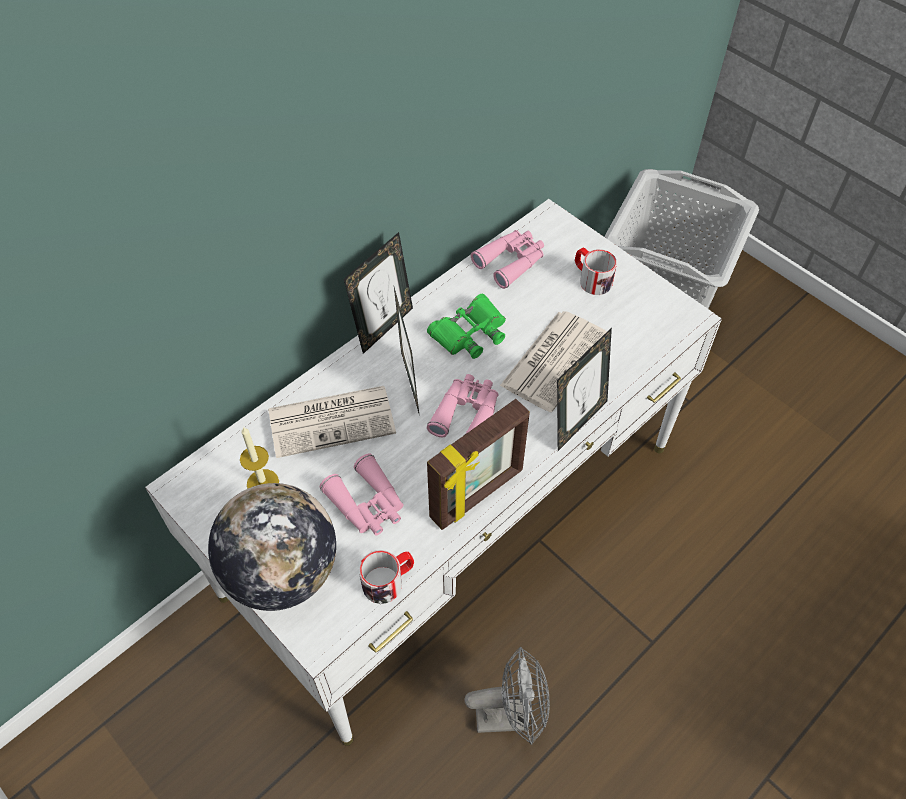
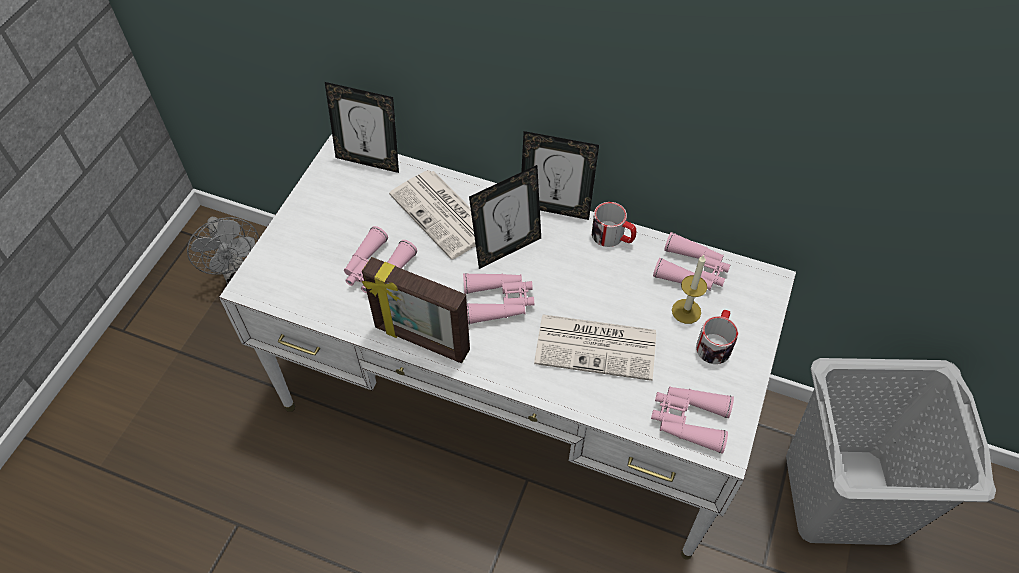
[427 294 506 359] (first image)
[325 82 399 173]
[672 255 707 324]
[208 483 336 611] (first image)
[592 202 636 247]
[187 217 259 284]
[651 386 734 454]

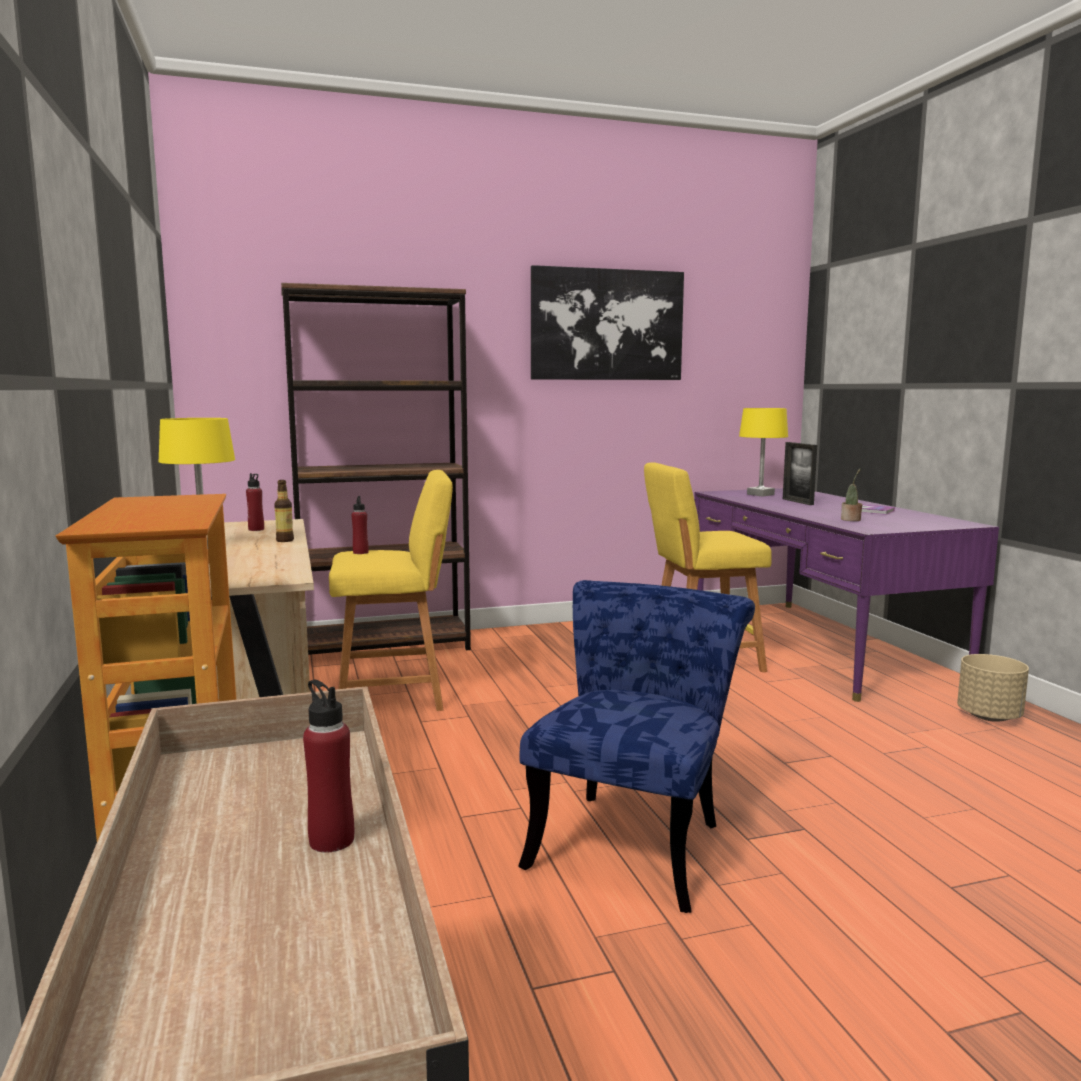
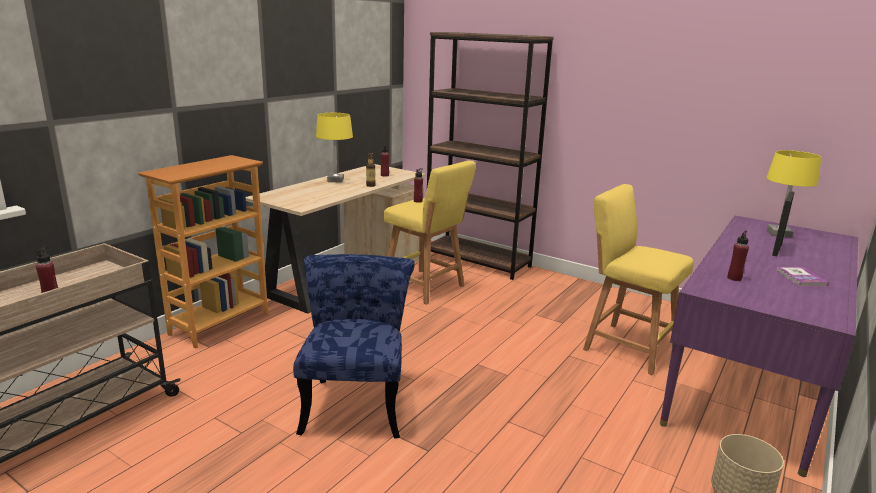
[531 265 684 380] (first image)
[727 230 749 281]
[293 254 415 439]

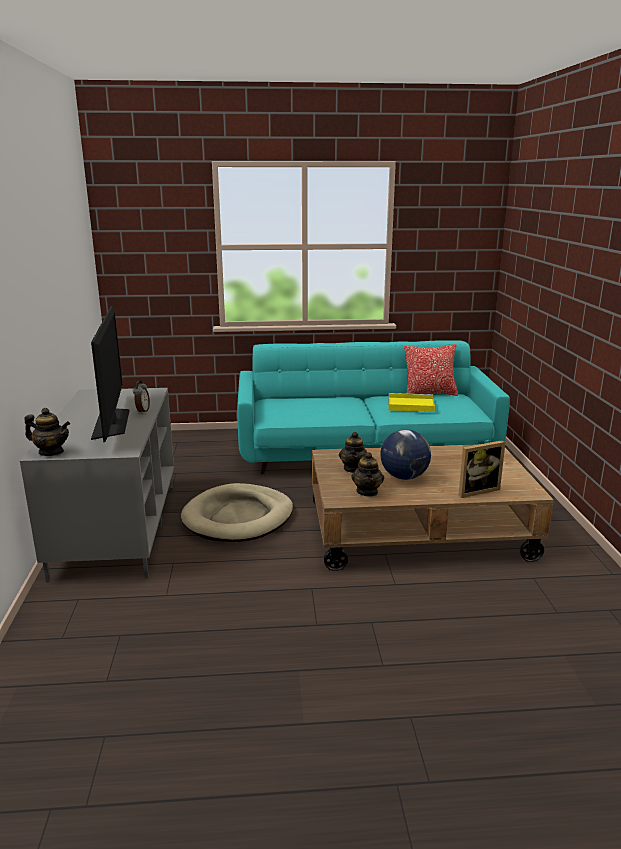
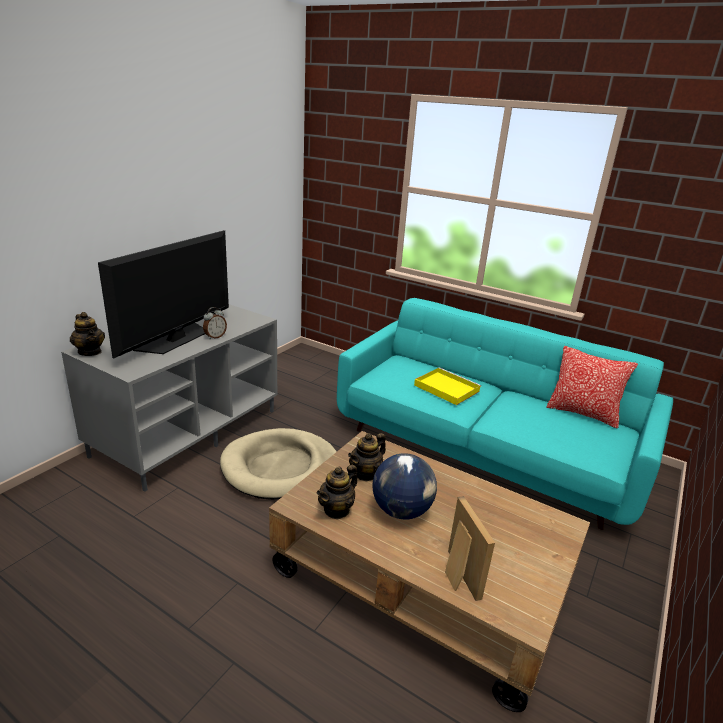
[414 367 481 405]
[445 496 495 601]

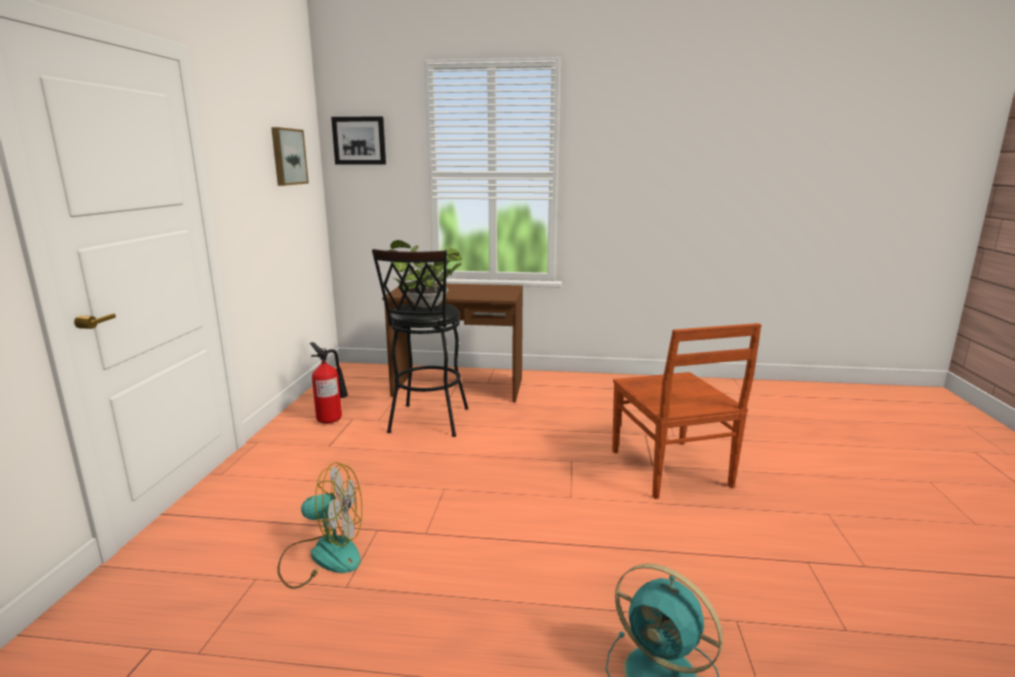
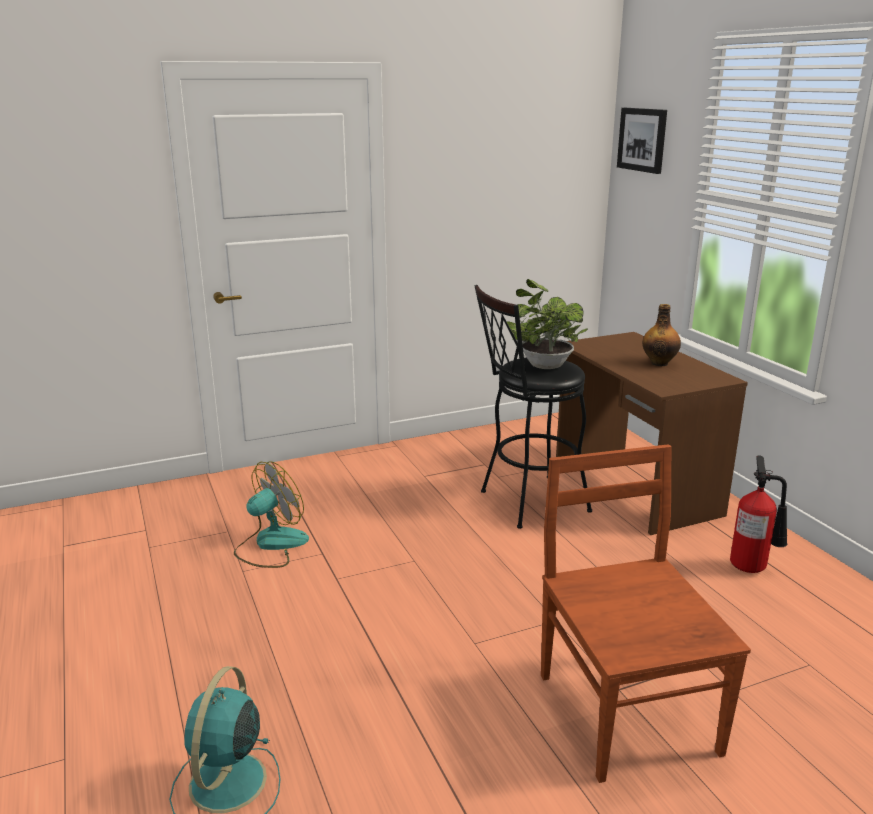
[271 127 309 186] (first image)
[541 444 751 783]
[730 456 787 573]
[234 461 309 568]
[642 304 681 366]

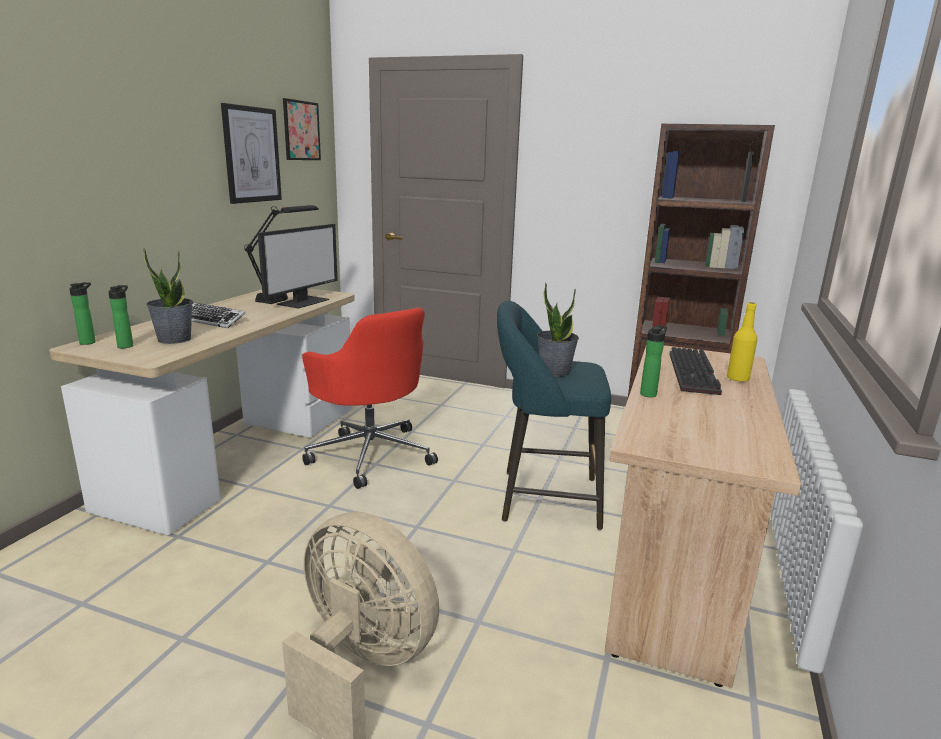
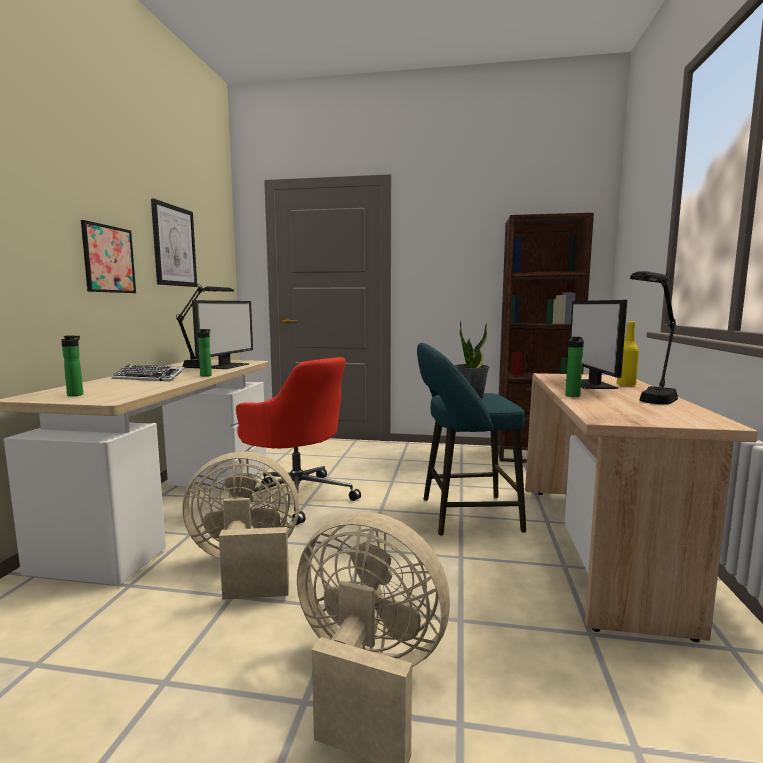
[81 220 136 293]
[143 248 193 344] (first image)
[198 329 212 377]
[570 300 627 389]
[630 271 678 404]
[182 452 299 600]

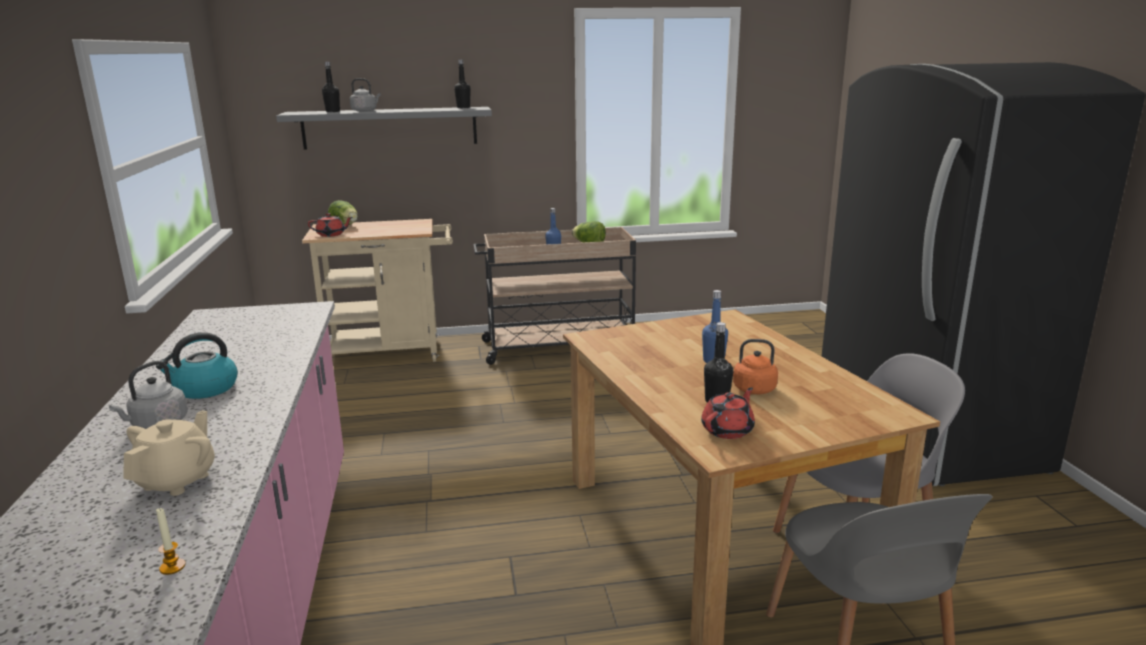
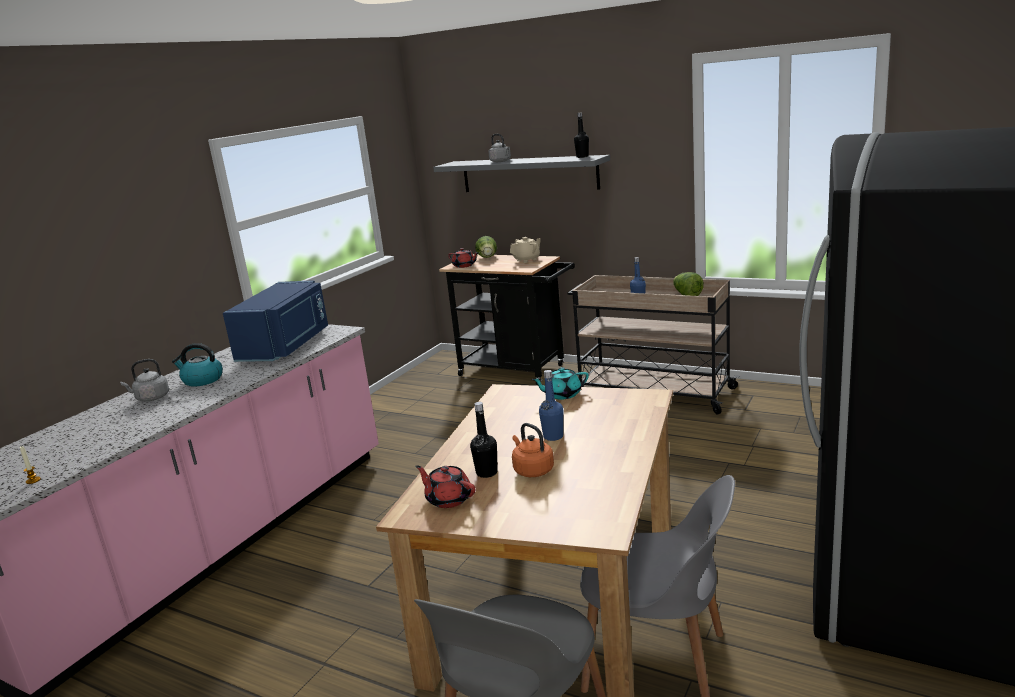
[322 62 340 112] (first image)
[439 254 575 385]
[415 466 475 508]
[510 237 541 263]
[223 280 328 362]
[531 367 589 400]

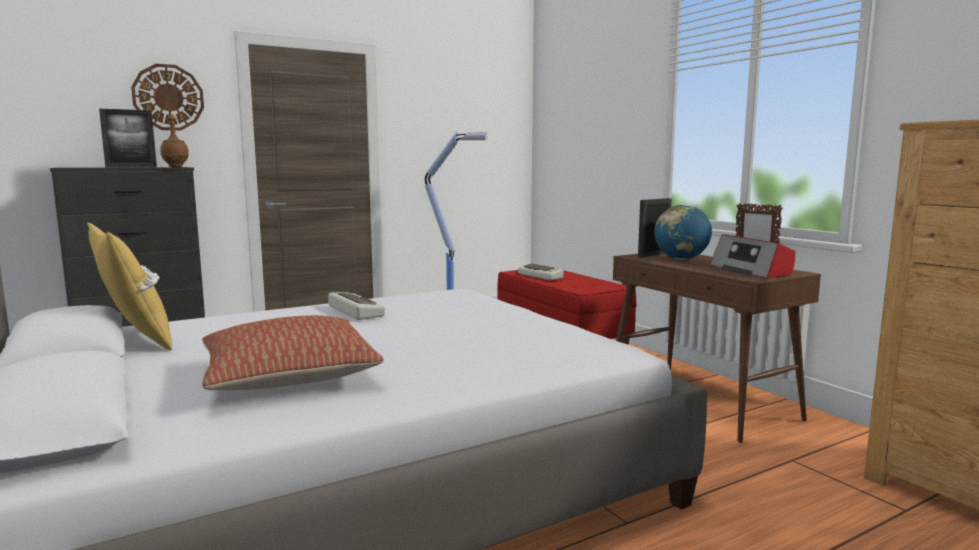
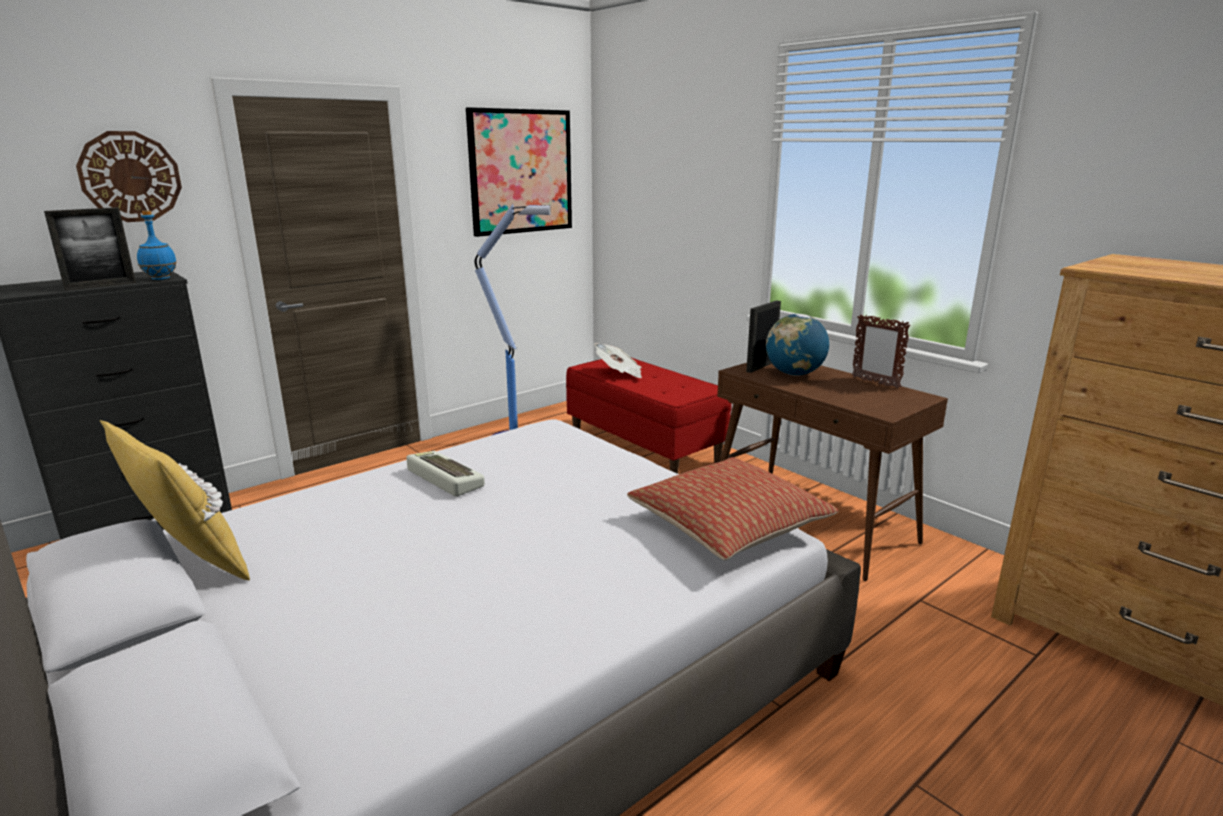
[137 210 177 280]
[710 234 796 278] (first image)
[594 343 642 378]
[627 457 838 560]
[466 107 572 237]

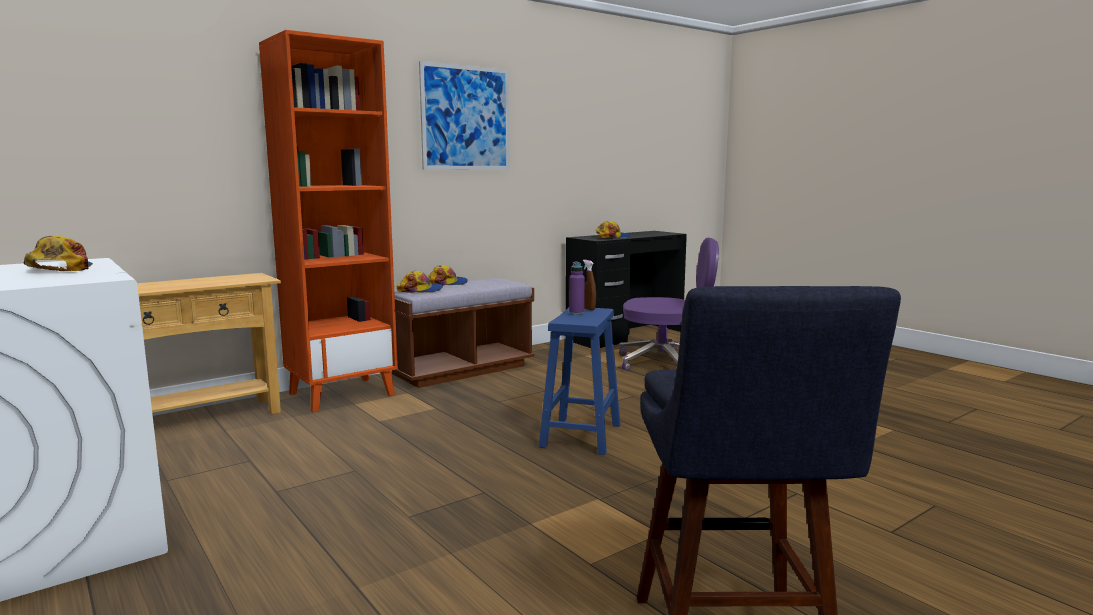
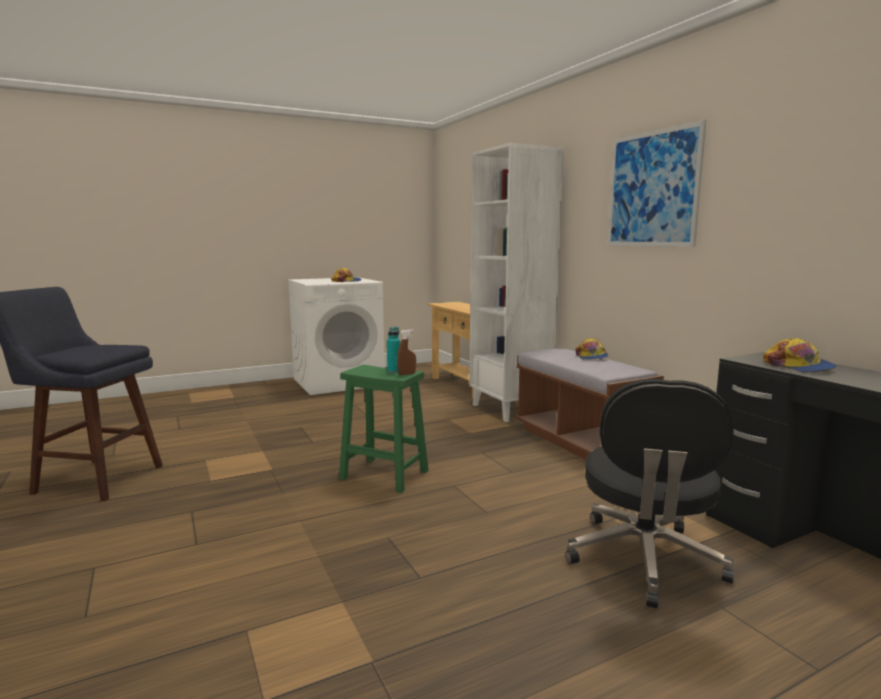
[469 143 564 422]
[565 379 735 609]
[387 327 400 373]
[397 271 443 293] (first image)
[339 365 429 493]

